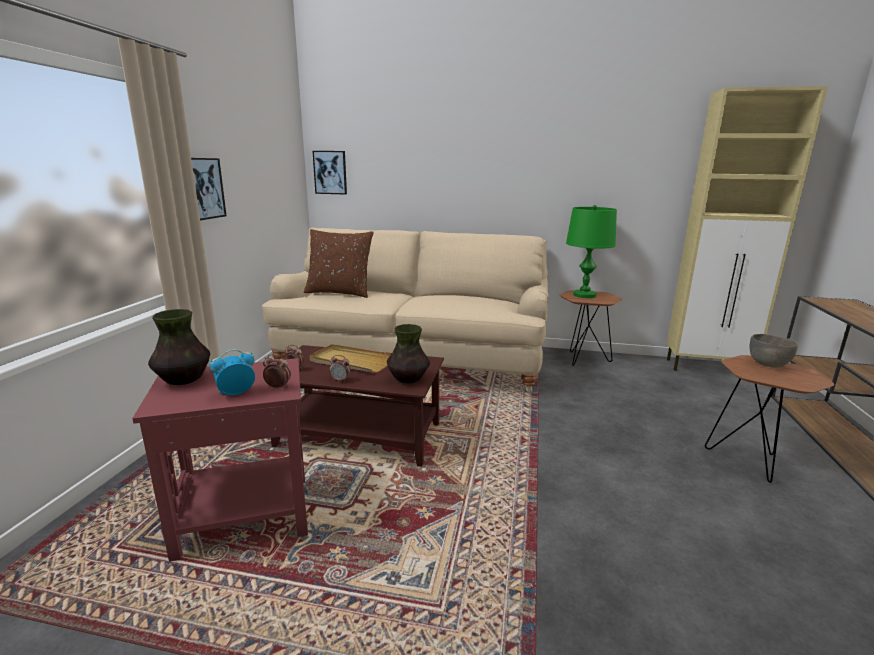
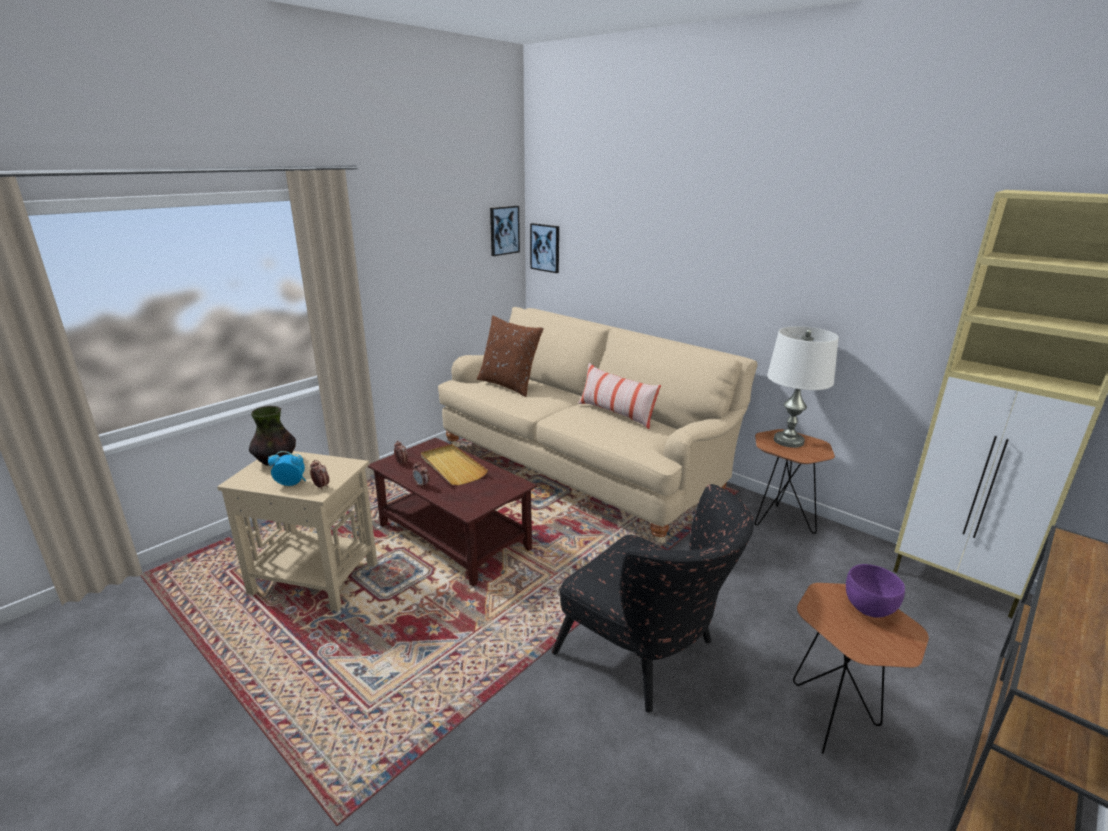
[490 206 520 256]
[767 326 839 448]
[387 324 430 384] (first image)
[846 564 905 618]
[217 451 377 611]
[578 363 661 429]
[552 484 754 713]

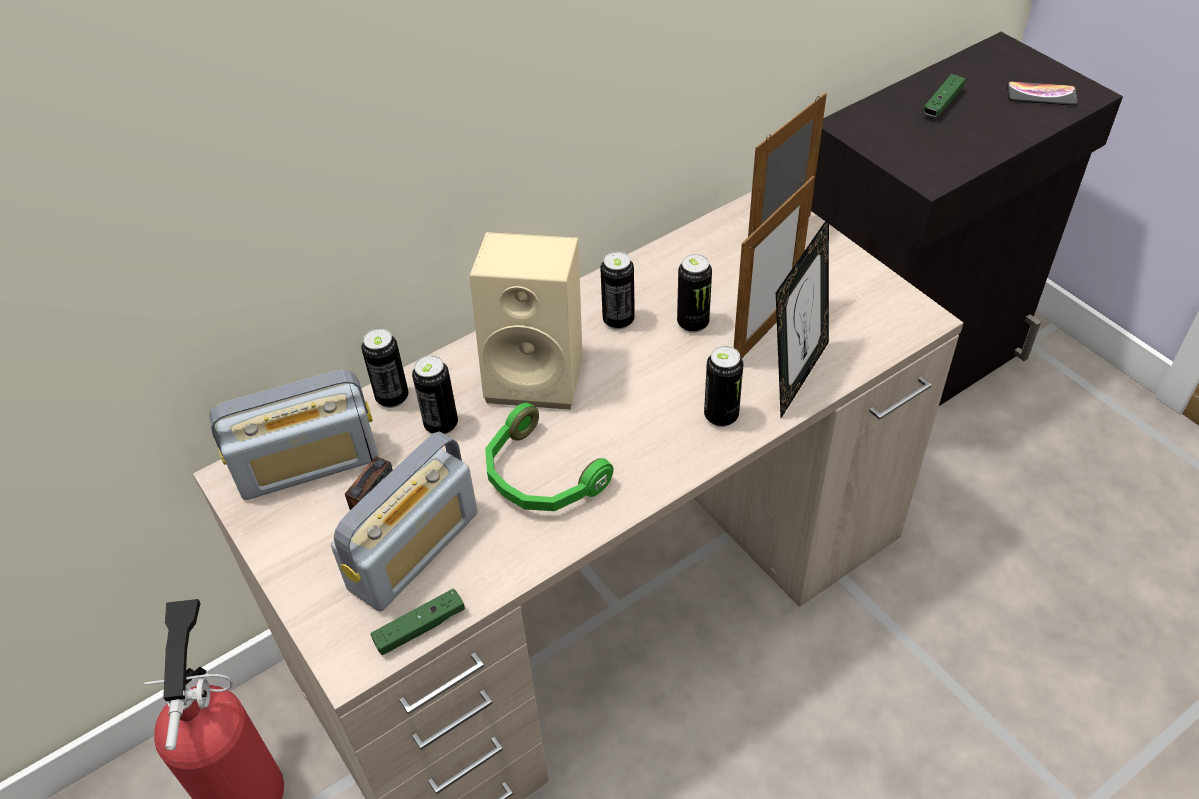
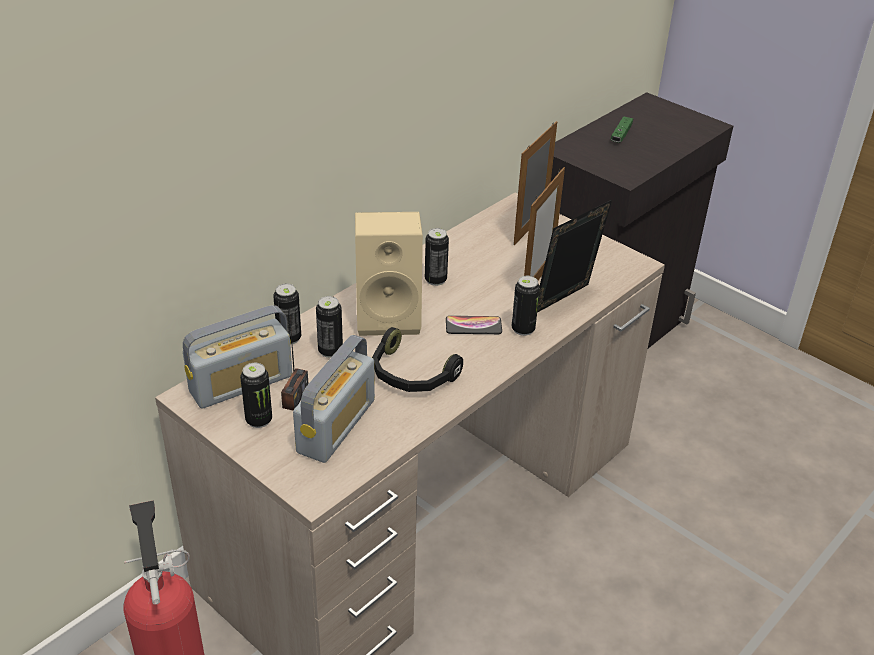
[446 316 502 334]
[537 200 612 313]
[240 363 272 428]
[372 327 463 392]
[370 589 465 655] (first image)

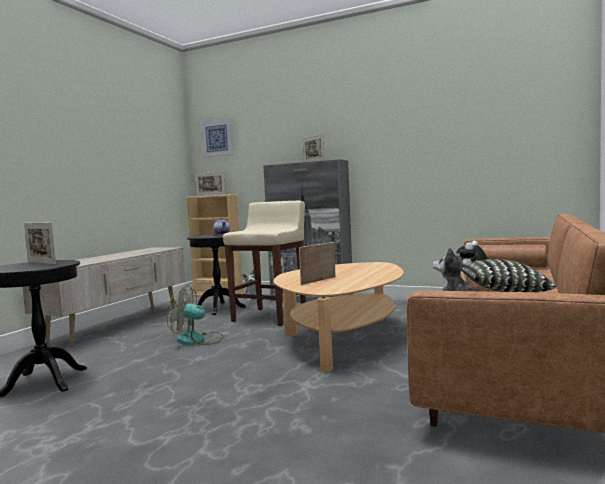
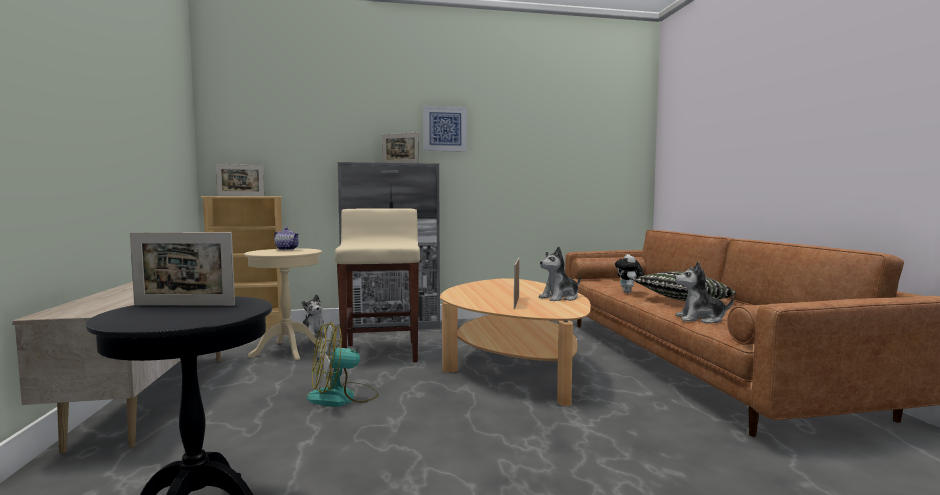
[423 105 467 152]
[244 248 322 360]
[539 247 581 301]

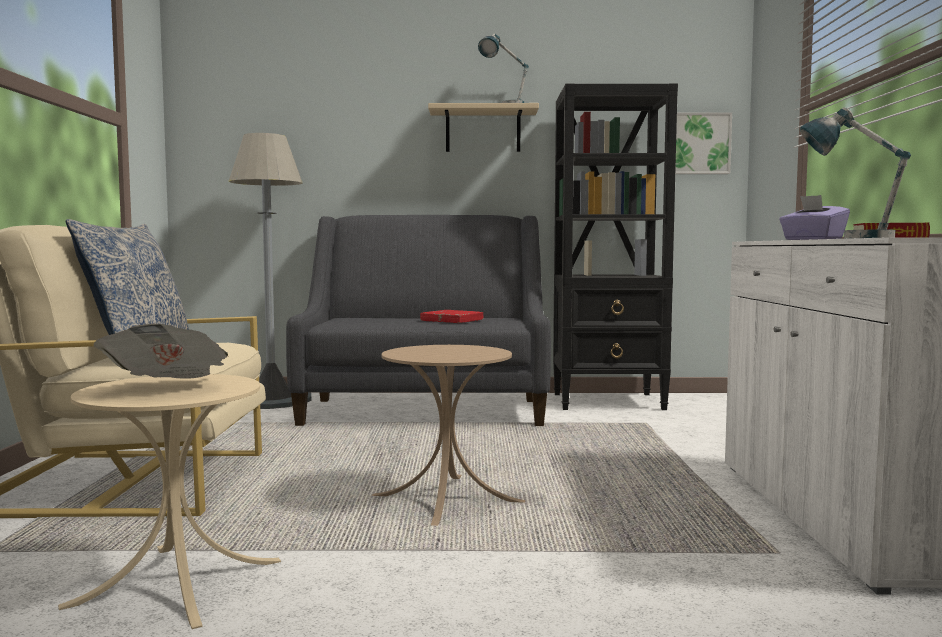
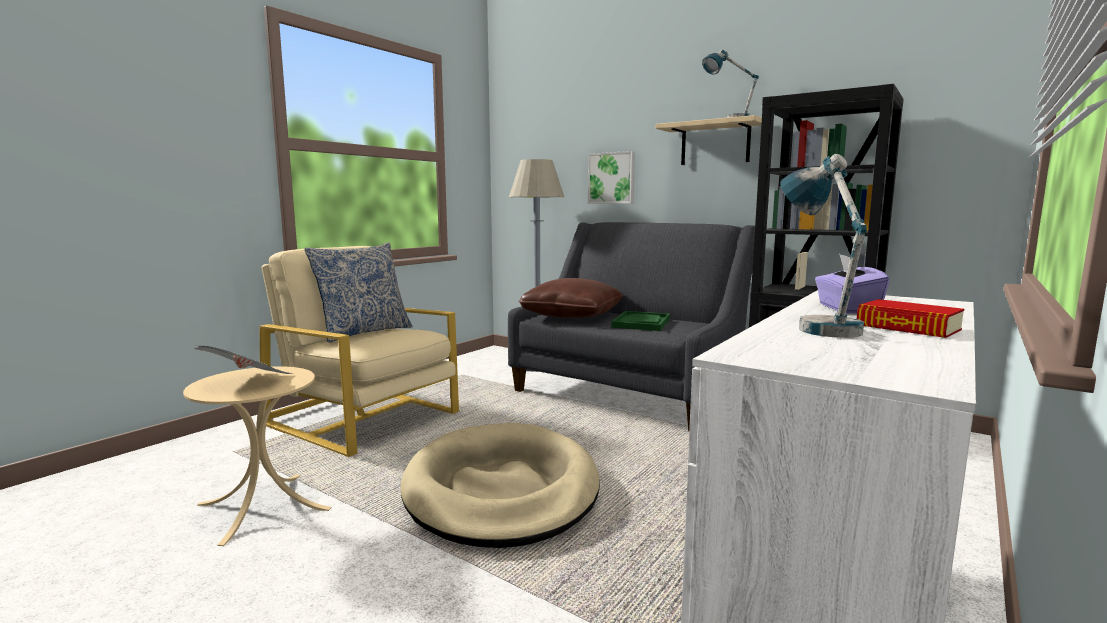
[588 151 635 204]
[611 311 670 331]
[400 423 600 548]
[518 278 623 318]

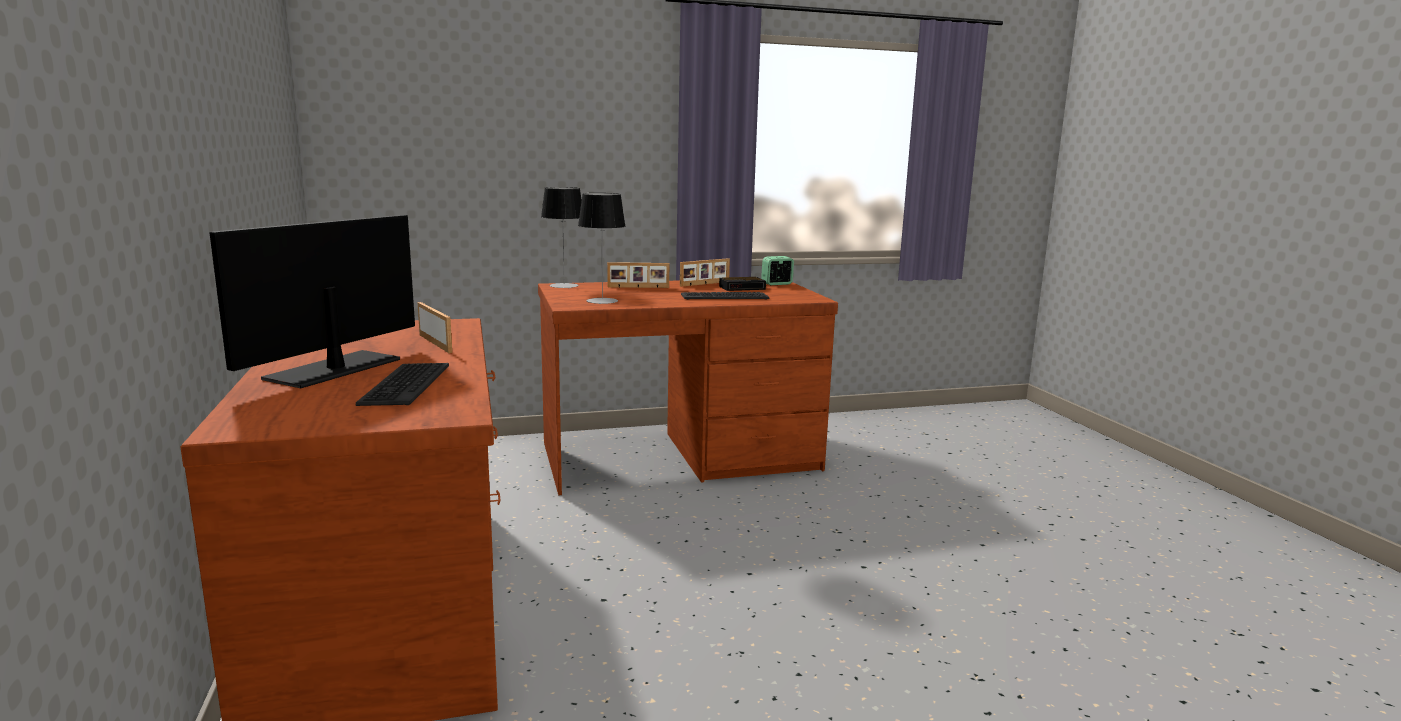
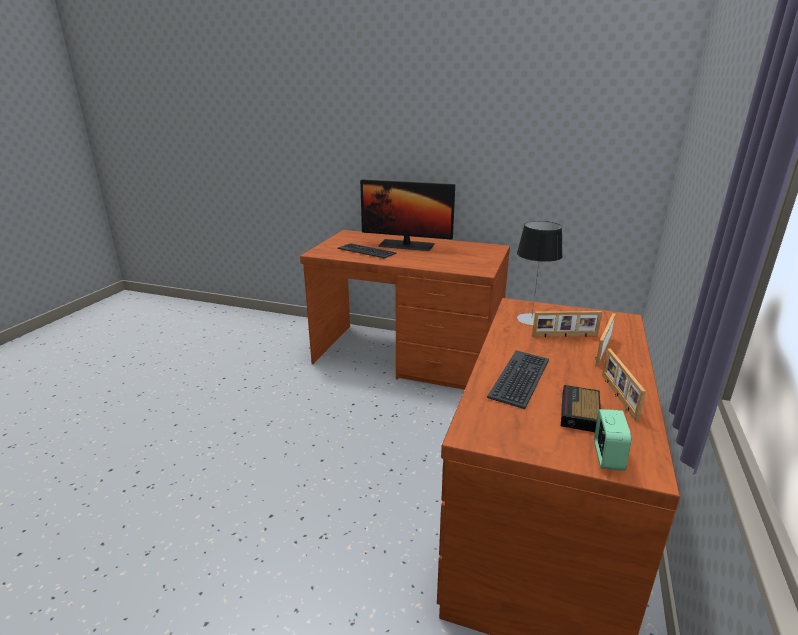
[541 187 582 288] (first image)
[360 179 455 251]
[532 311 602 337]

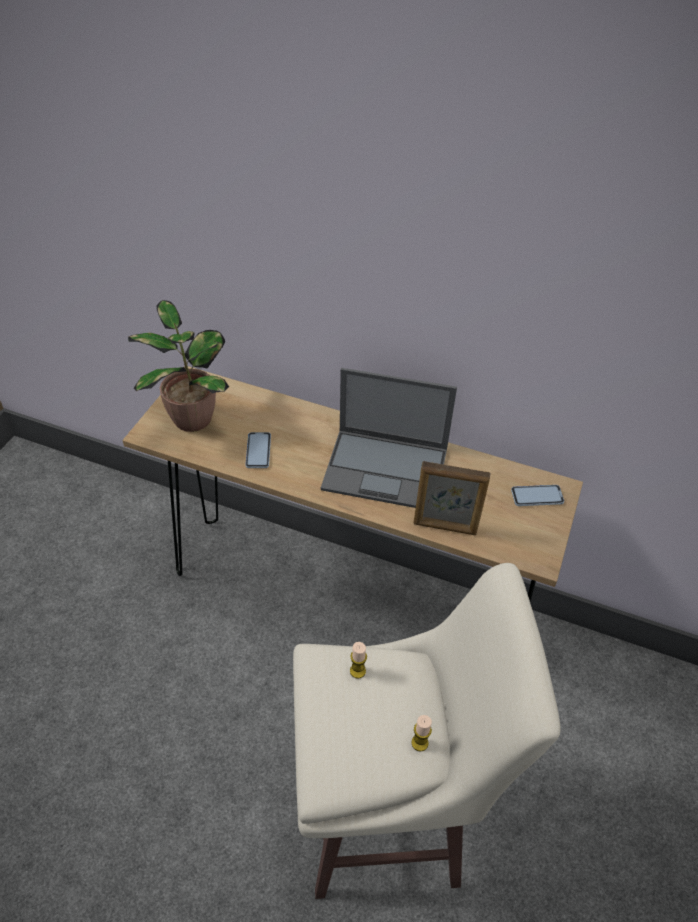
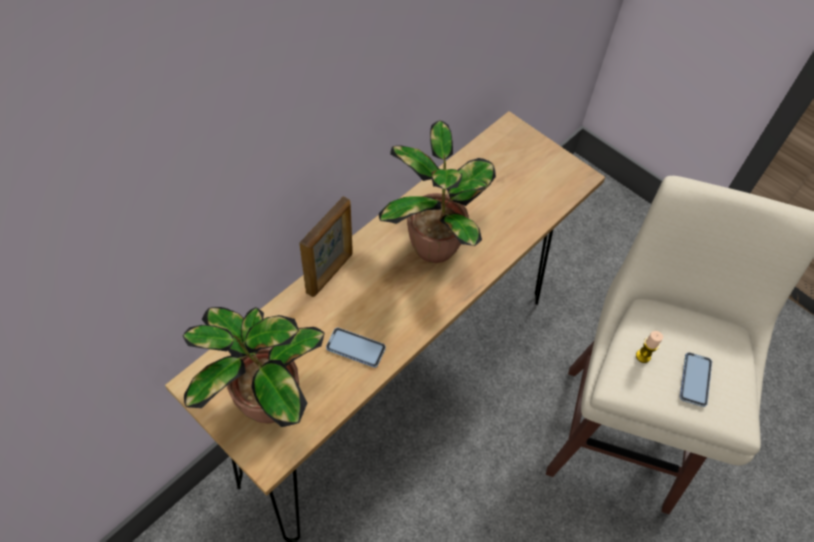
[379 120 496 263]
[299 196 353 297]
[680 352 712 407]
[411 715 432 752] (first image)

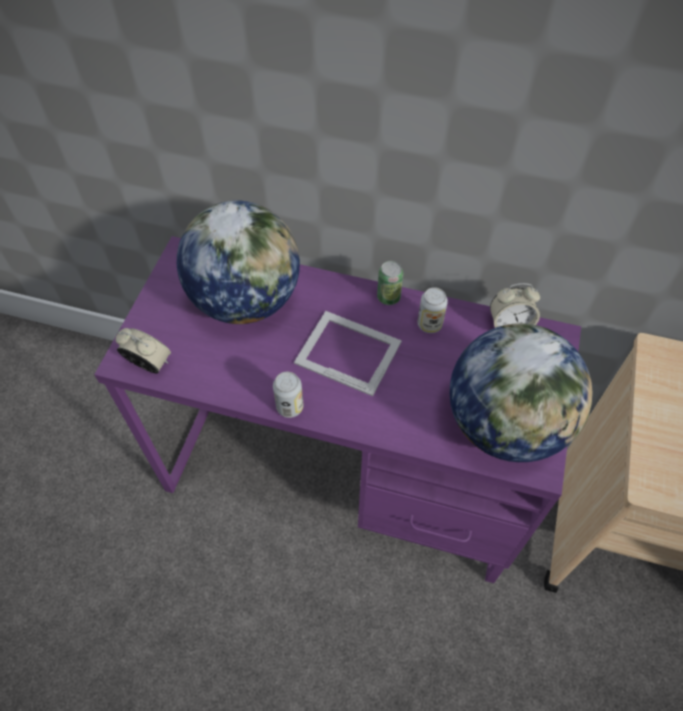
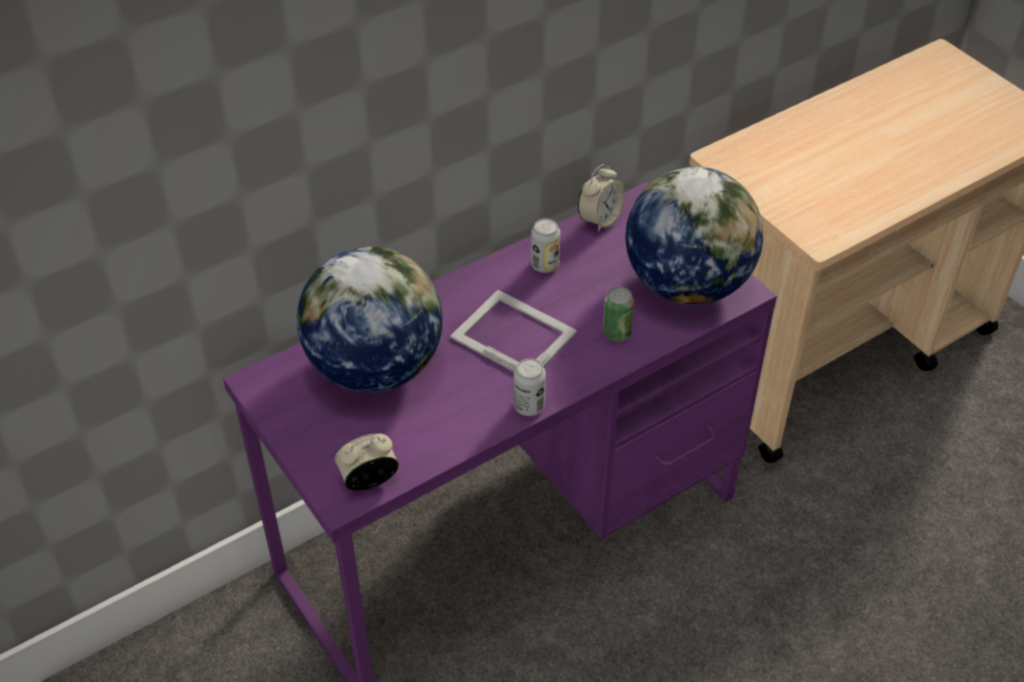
[603 287 634 341]
[450 290 577 372]

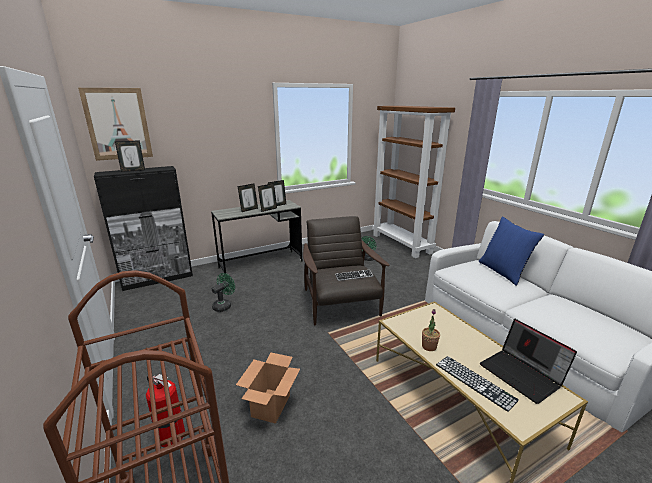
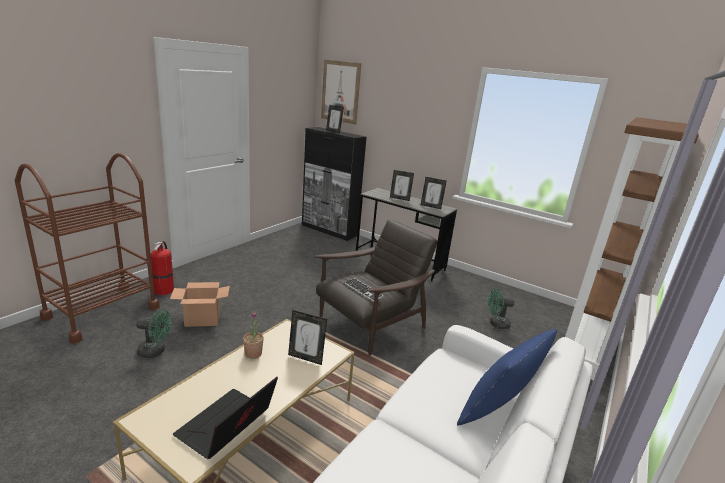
[288 310 327 365]
[136 309 171 358]
[436 356 519 412] (first image)

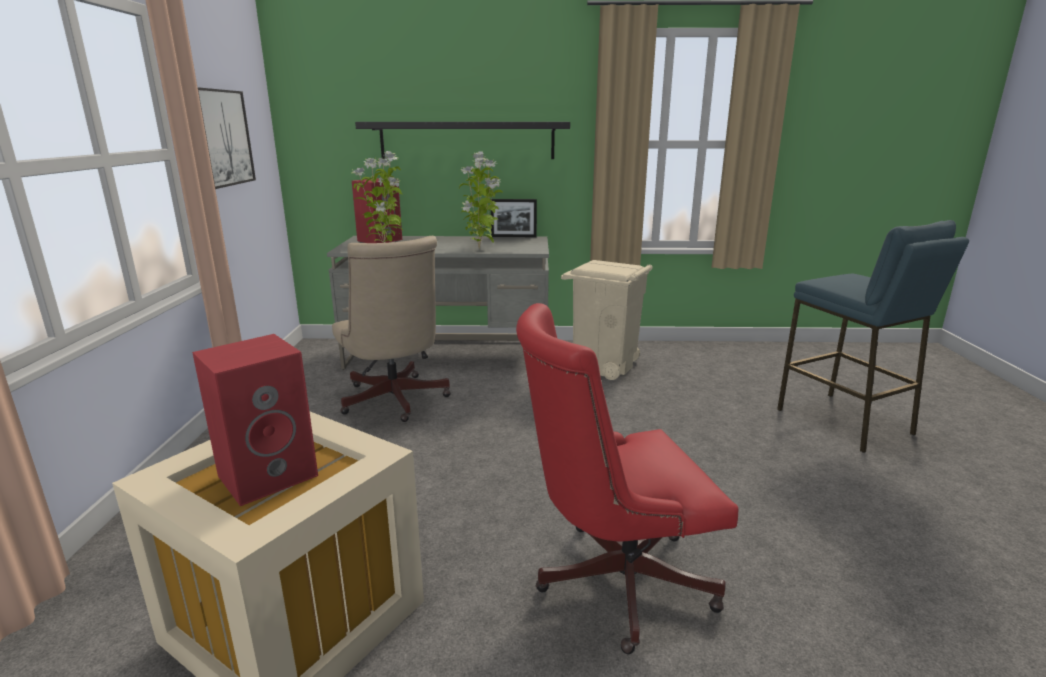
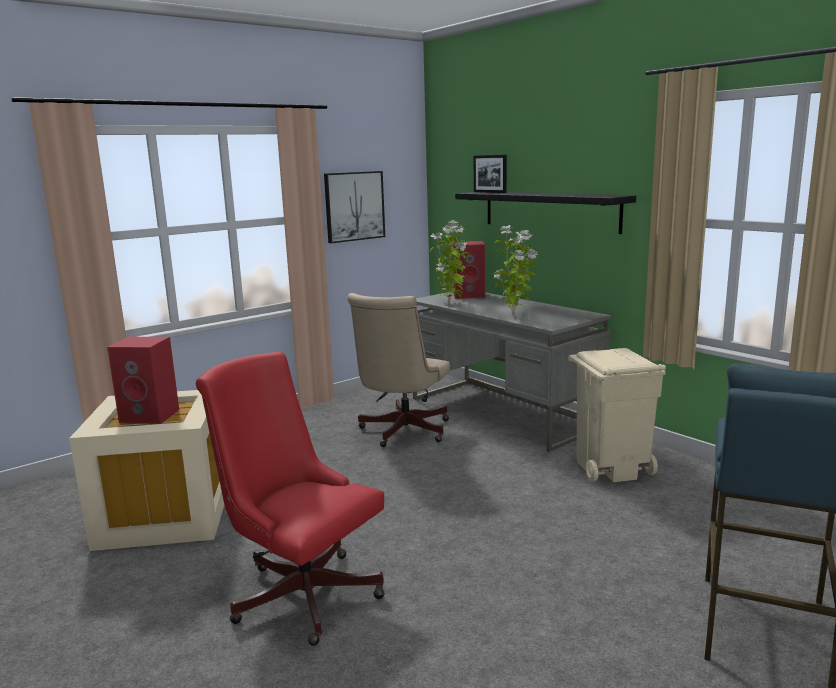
[474 155 507 193]

